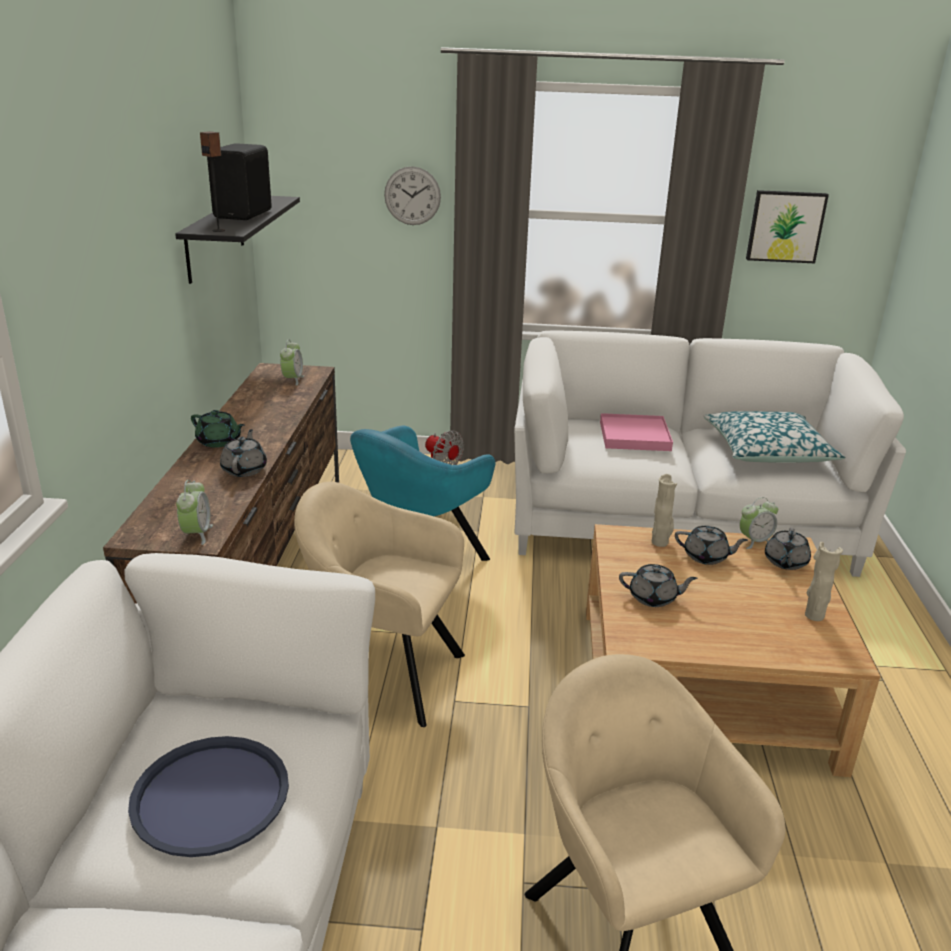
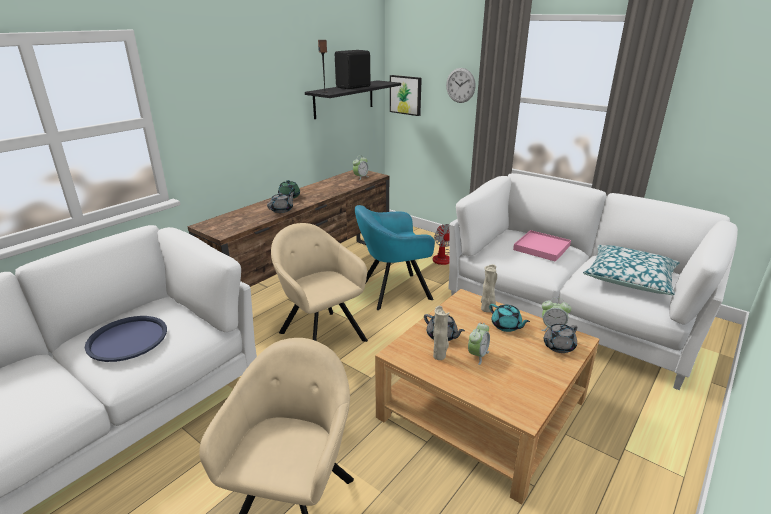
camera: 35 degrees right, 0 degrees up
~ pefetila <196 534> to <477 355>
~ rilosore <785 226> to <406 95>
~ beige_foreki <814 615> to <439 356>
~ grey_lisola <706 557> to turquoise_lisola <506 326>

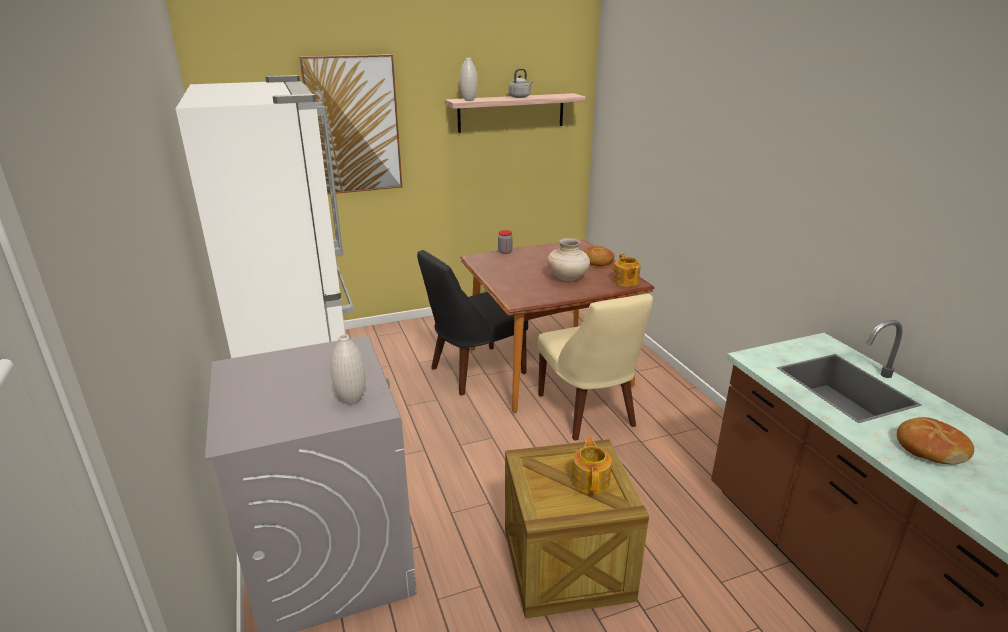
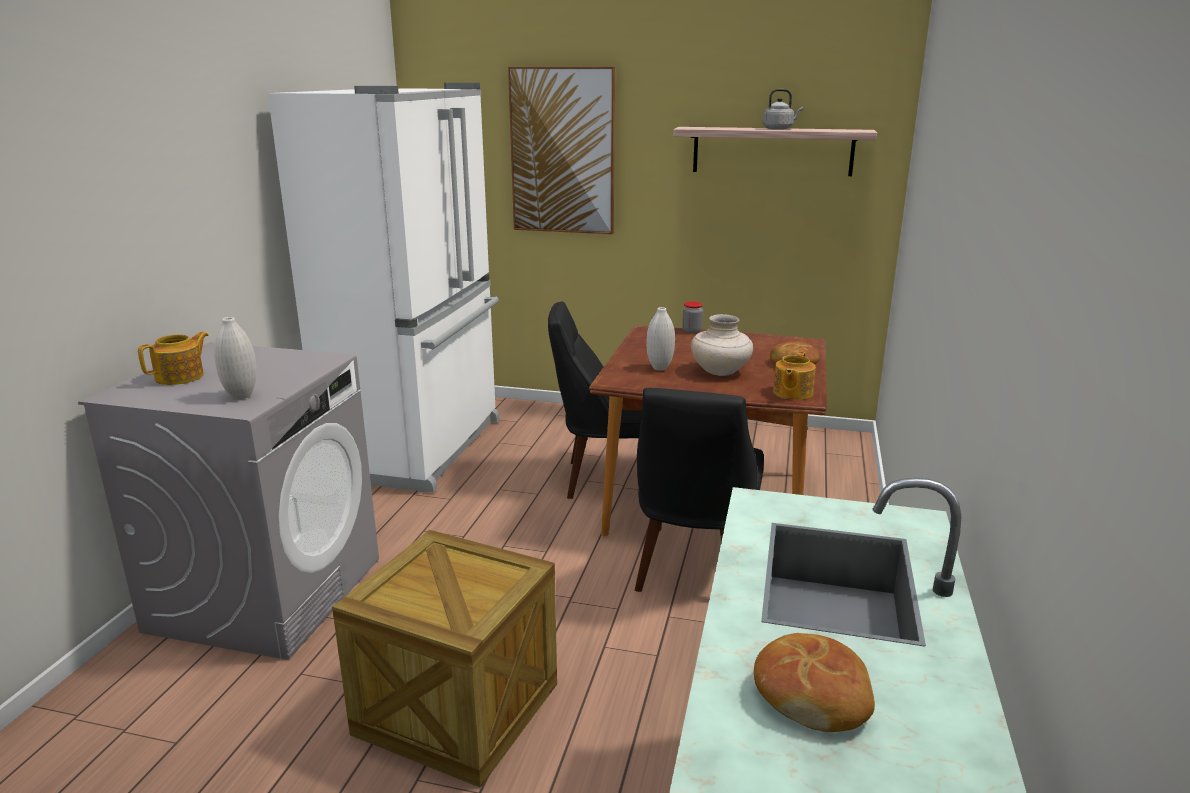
camera: 35 degrees right, 5 degrees down
~ white_foreki <469 100> to <659 368>
~ lisola <591 480> to <181 377>
~ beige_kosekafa <588 412> to black_kosekafa <693 568>

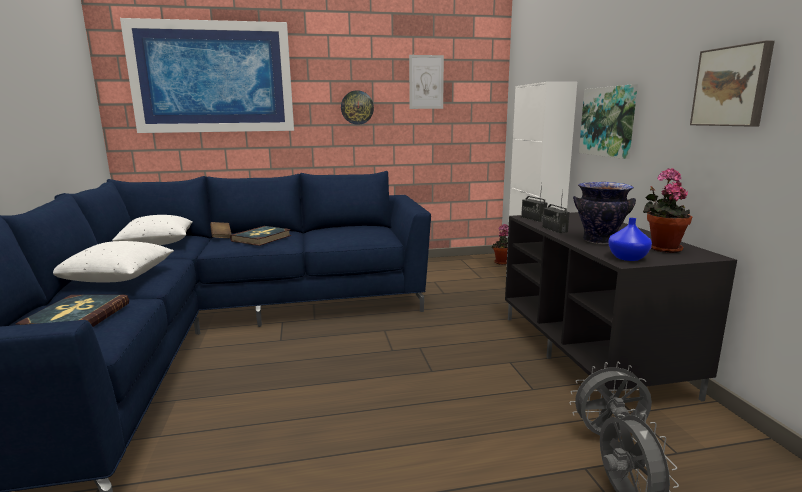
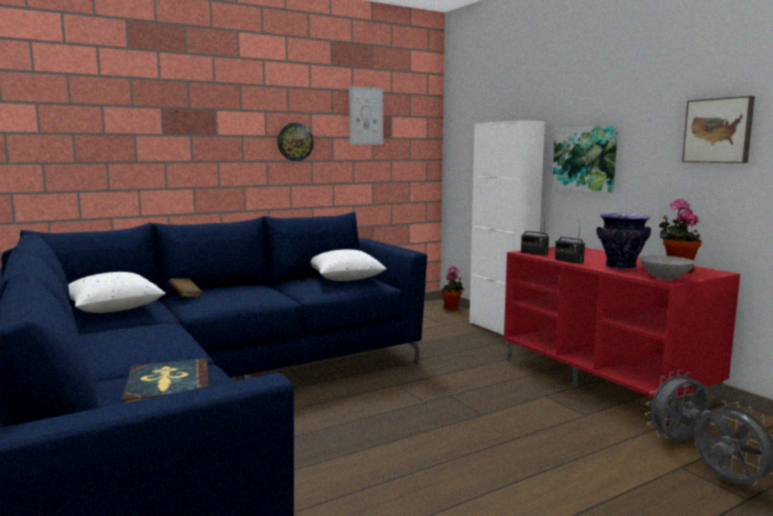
camera: 20 degrees left, 5 degrees down
- rilosore <213 78>
- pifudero <262 238>
~ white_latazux <118 278> to <345 279>
~ blue_foreki <626 258> to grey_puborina <664 278>
~ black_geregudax <592 353> to red_geregudax <606 379>

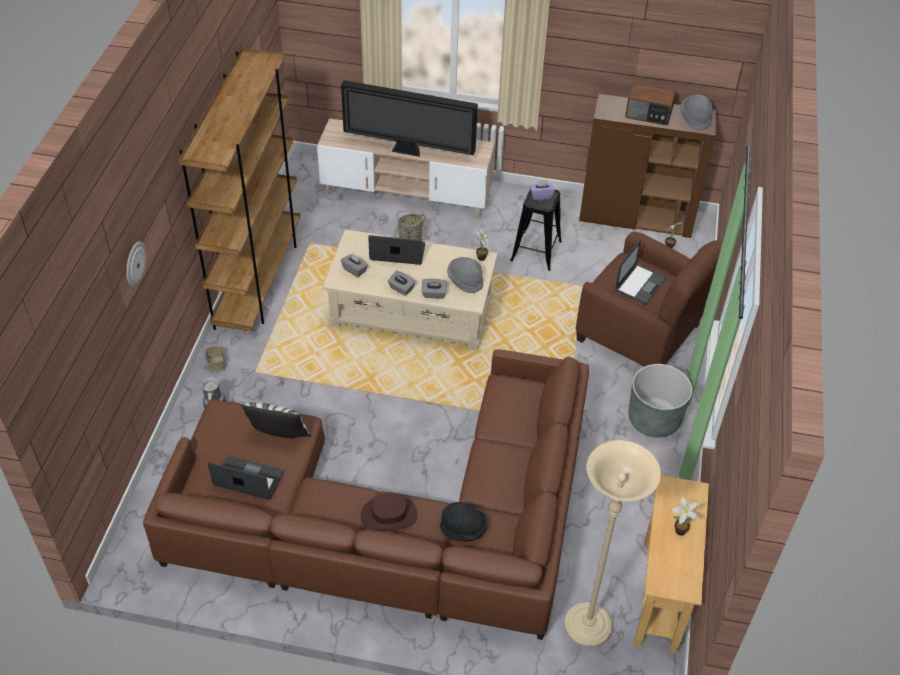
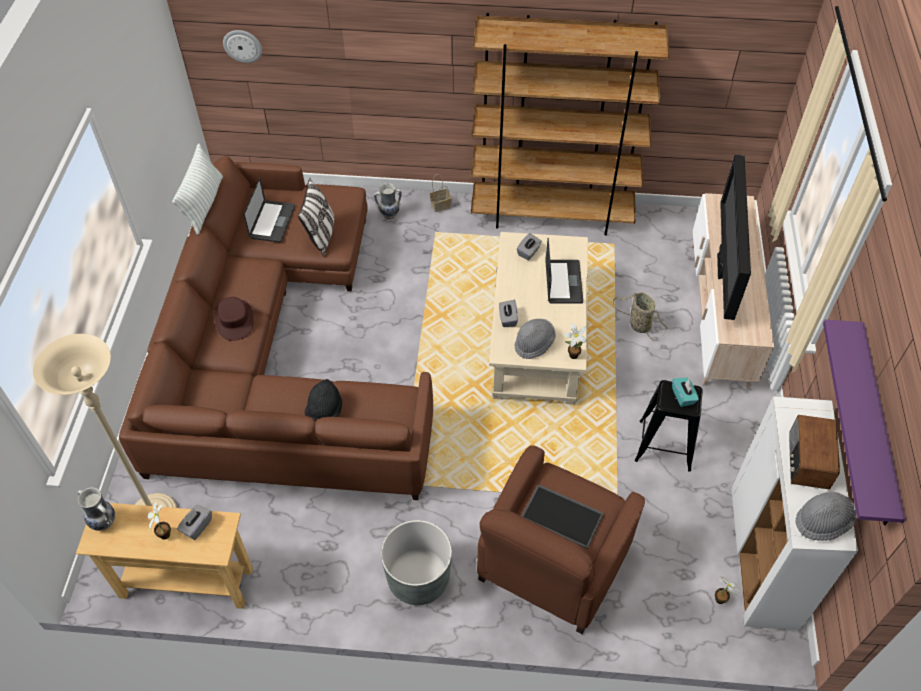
camera: 85 degrees right, 5 degrees up
+ foreki <104 521>
+ latazux <204 204>
+ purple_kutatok <875 425>
~ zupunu <134 263> to <242 45>
~ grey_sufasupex <401 289> to <197 526>
~ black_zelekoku <463 529> to <325 411>
~ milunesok <640 284> to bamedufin <563 516>
~ purple_sufasupex <541 195> to turquoise_sufasupex <683 396>
~ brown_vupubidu <636 218> to white_vupubidu <764 558>

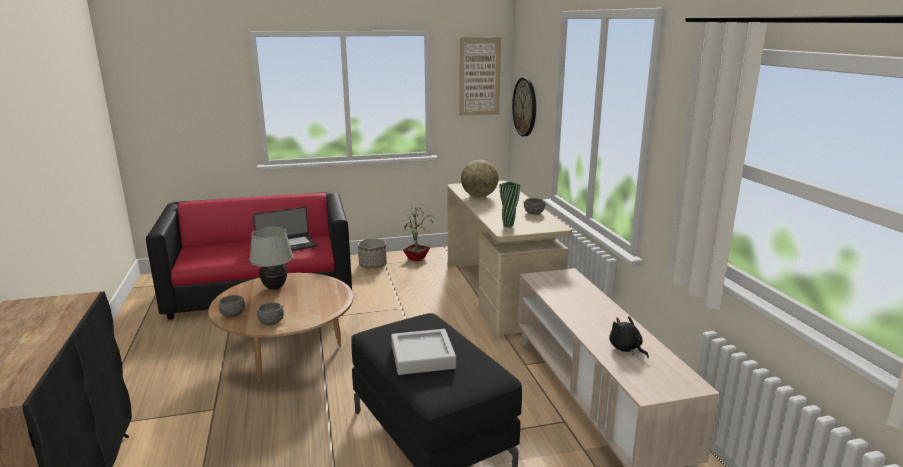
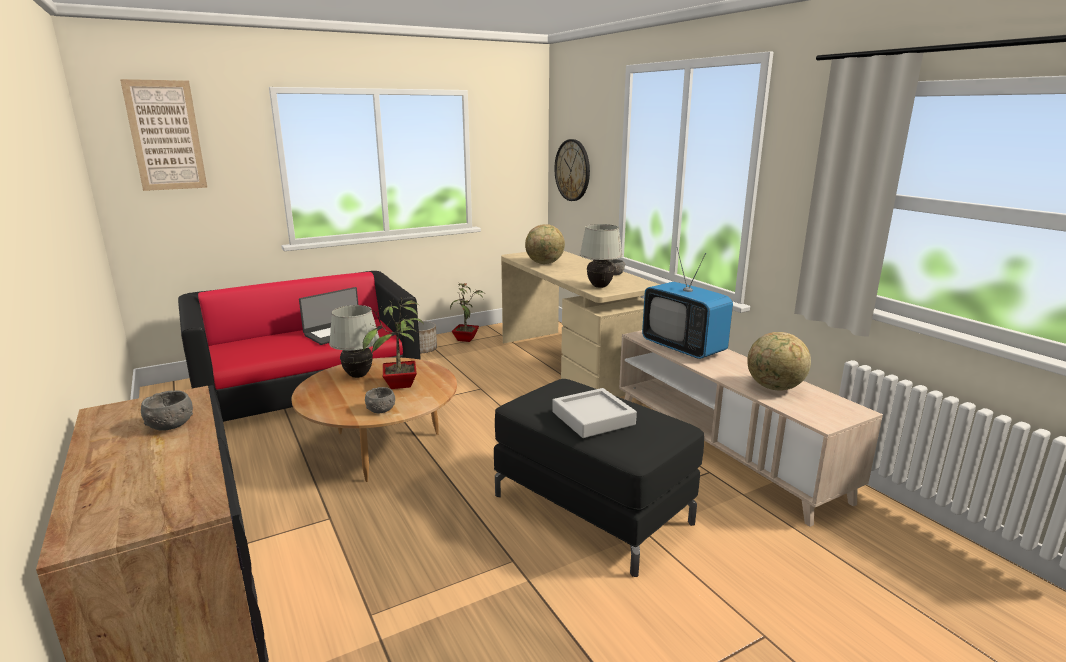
camera: 15 degrees left, 0 degrees up
+ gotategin <400 385>
+ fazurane <683 348>
~ grey_puborina <232 314> to <170 424>
~ rilosore <479 76> to <165 136>
~ green_foreki <508 225> to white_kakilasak <599 286>
~ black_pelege <626 349> to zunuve <774 388>

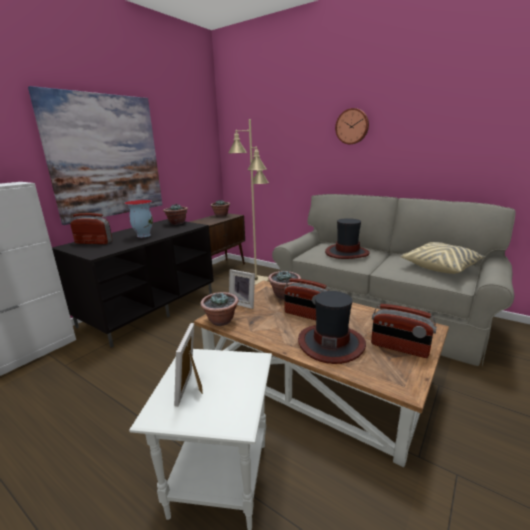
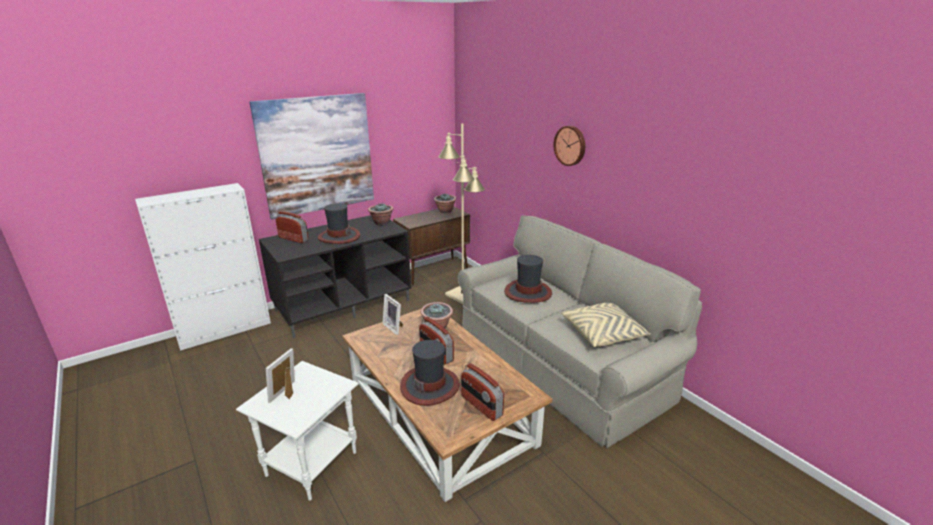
camera: 20 degrees right, 5 degrees up
- gotategin <221 321>
~ foreki <143 235> to zelekoku <339 236>

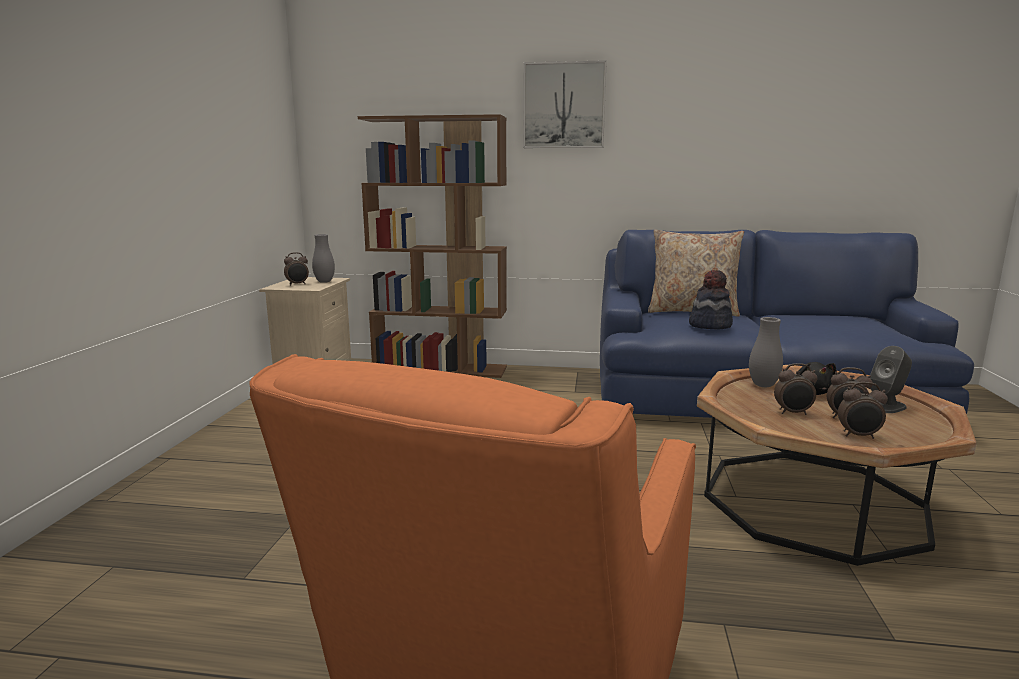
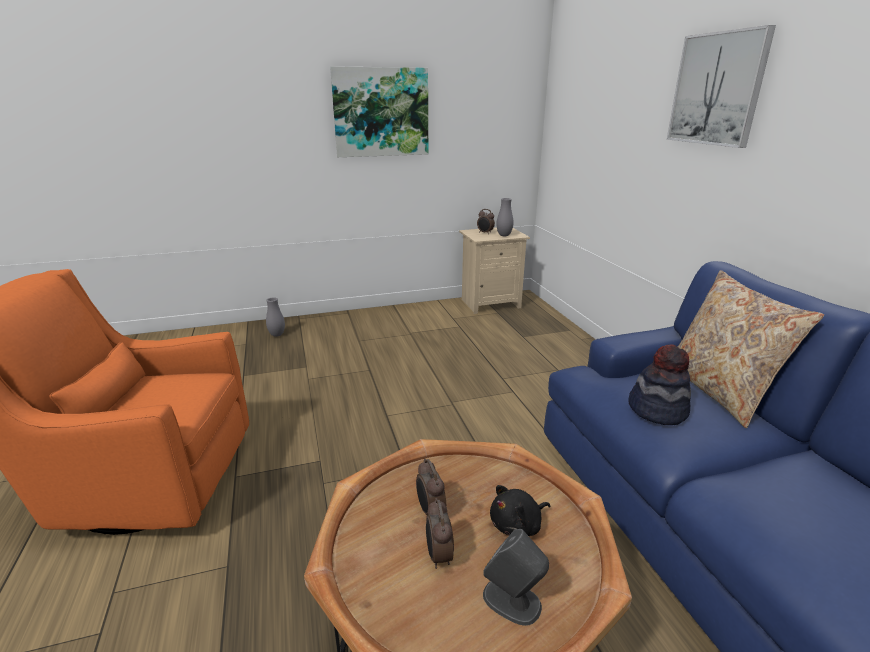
camera: 65 degrees right, 10 degrees up
- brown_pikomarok <441 369>
- pefetila <858 436>
+ rilosore <381 112>
~ grey_foreki <763 385> to <277 335>

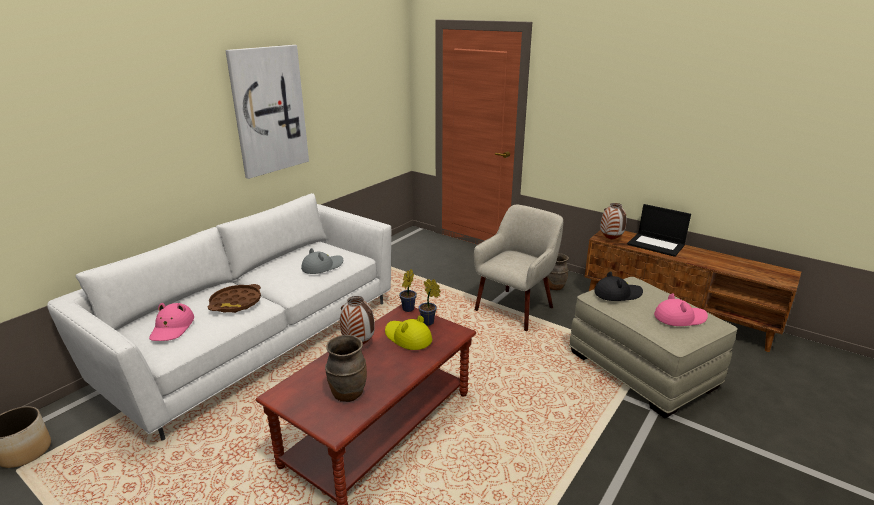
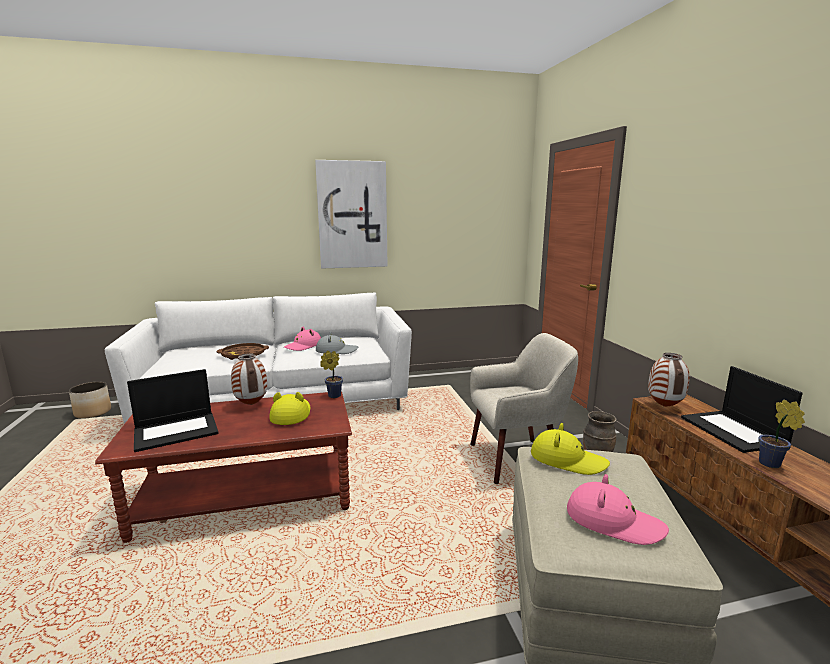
camera: 40 degrees right, 10 degrees down
~ pink_zelekoku <172 328> to <303 346>
~ gotategin <429 323> to <772 465>
~ brown_foreki <348 393> to milunesok <177 431>
~ black_zelekoku <617 294> to yellow_zelekoku <567 460>

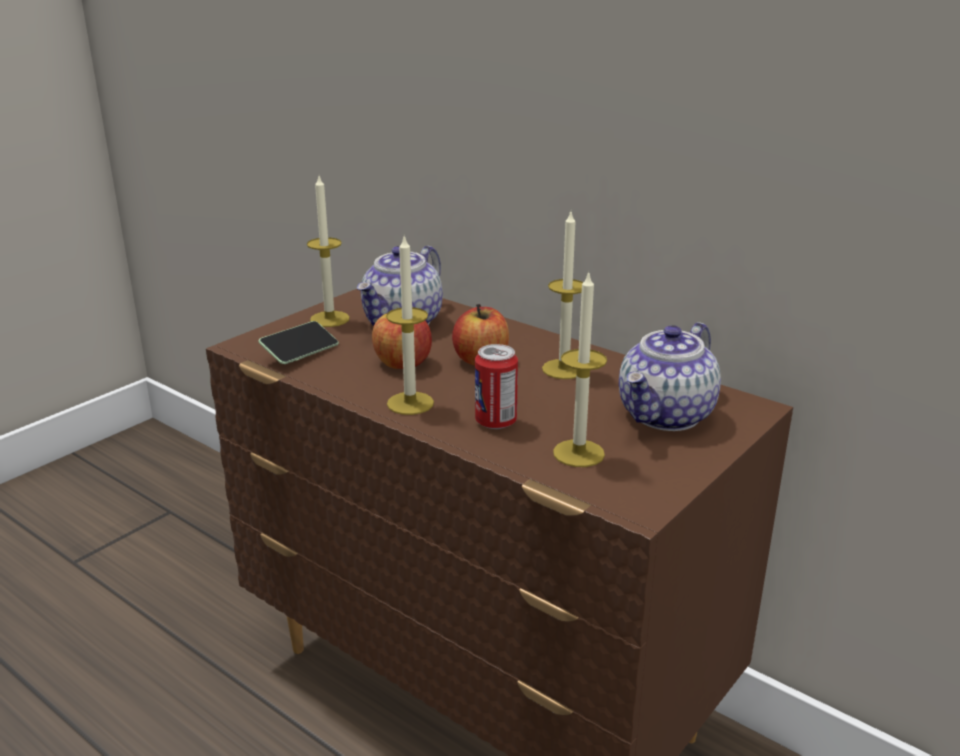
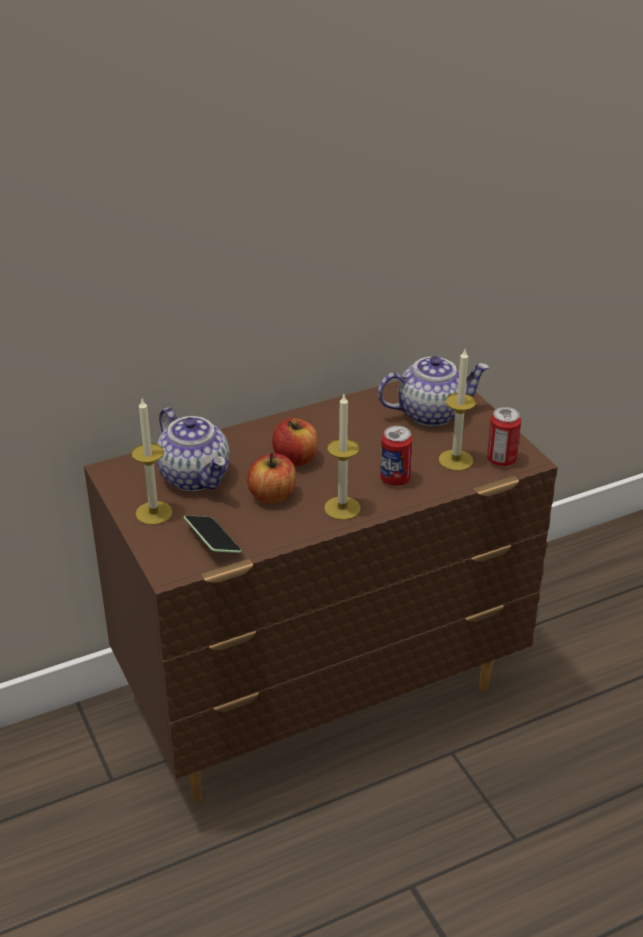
camera: 65 degrees left, 10 degrees up
- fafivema <563 369>
+ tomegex <501 460>
~ lisola <666 416> = <431 413> 75 degrees counterclockwise

